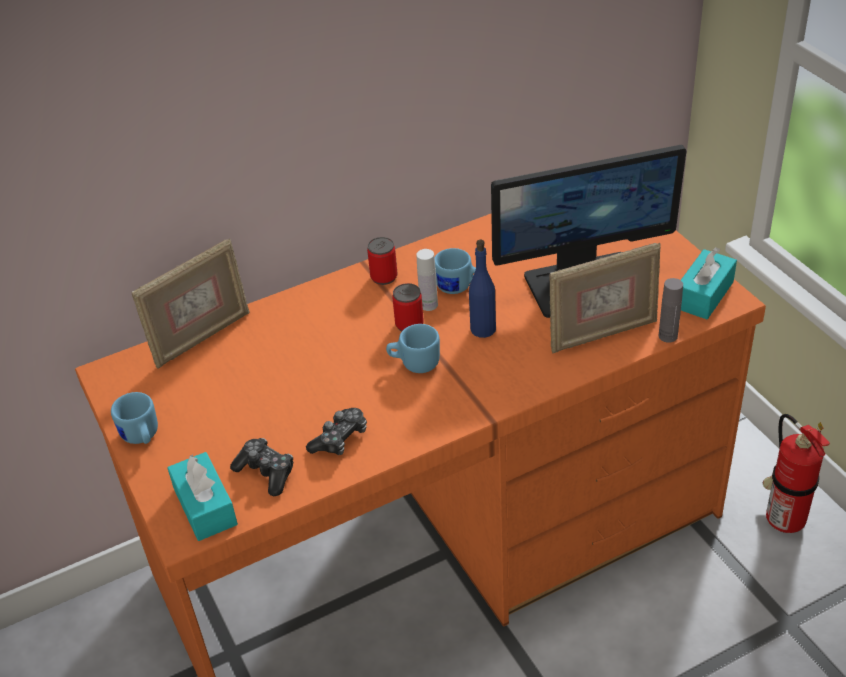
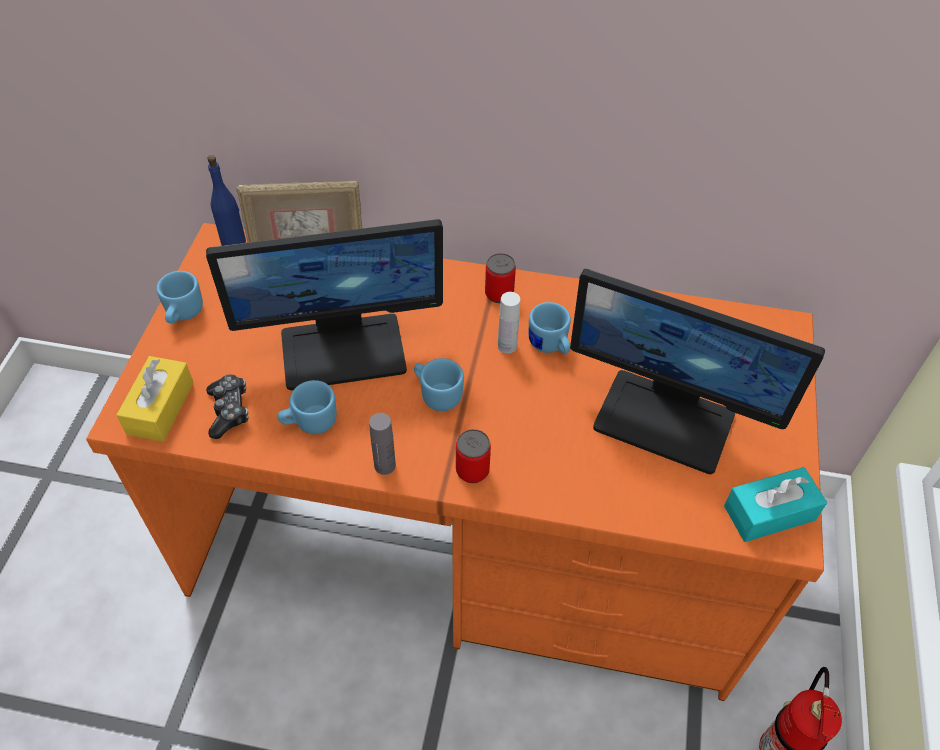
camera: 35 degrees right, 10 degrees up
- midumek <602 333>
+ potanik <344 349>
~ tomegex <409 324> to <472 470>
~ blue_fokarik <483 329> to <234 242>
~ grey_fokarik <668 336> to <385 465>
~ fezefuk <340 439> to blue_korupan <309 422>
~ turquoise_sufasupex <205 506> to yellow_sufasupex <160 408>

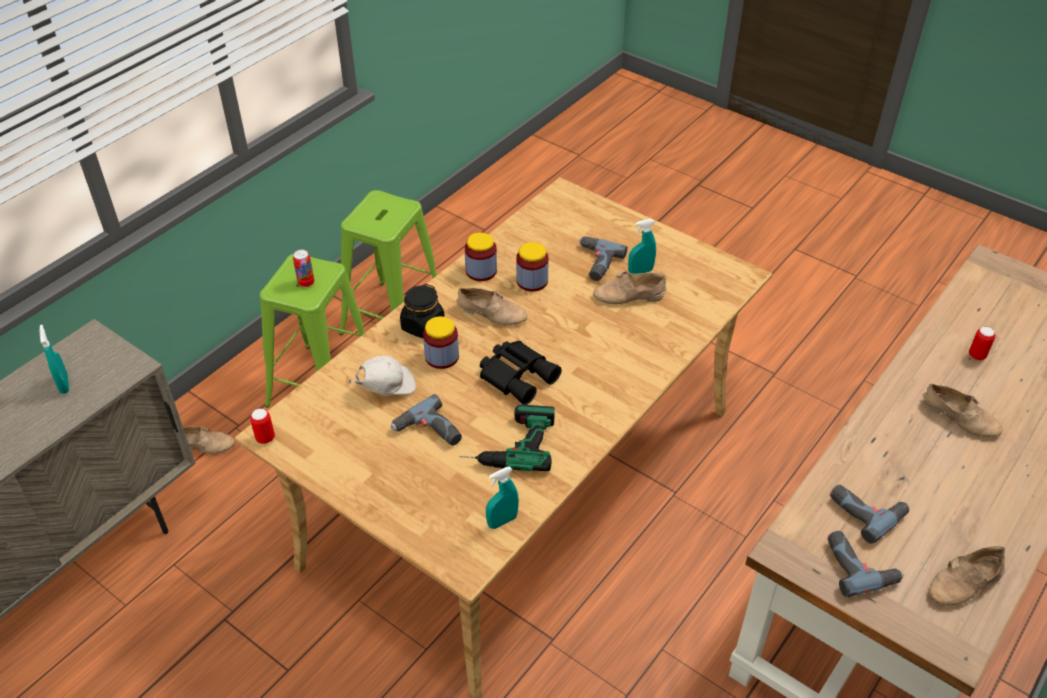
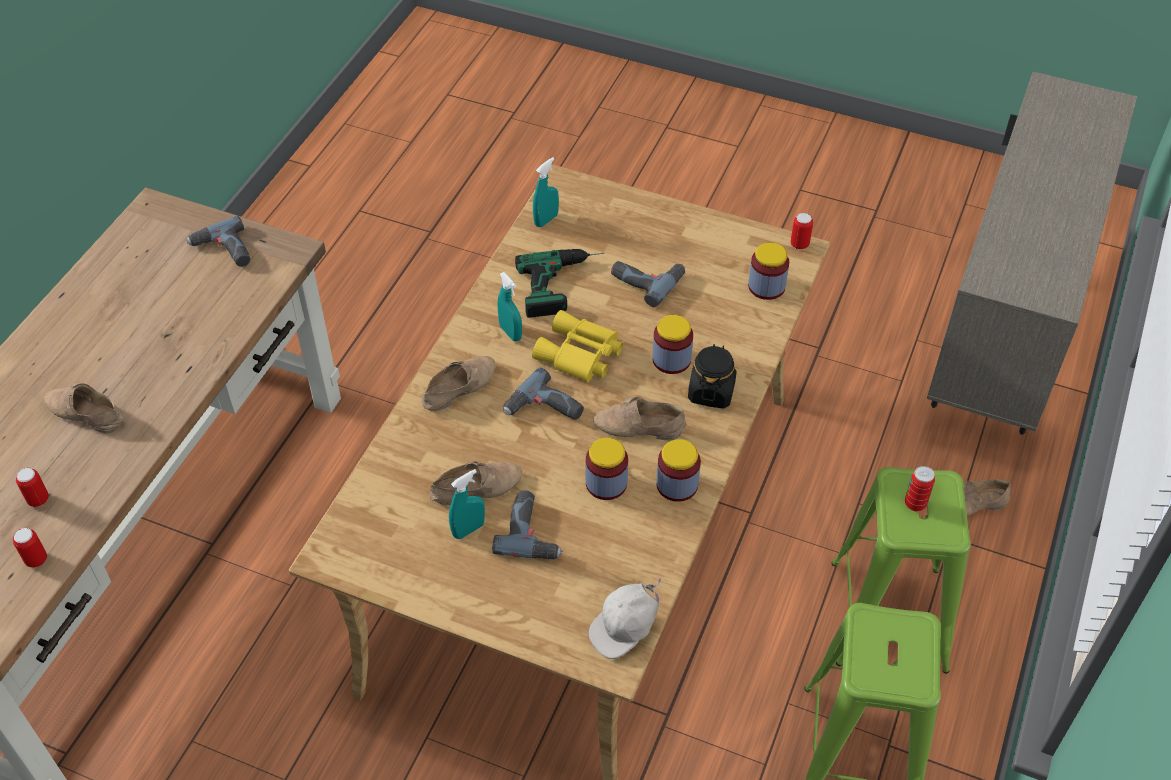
camera: 165 degrees right, 5 degrees up
+ tomegex <36 560>
+ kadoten <766 286>
~ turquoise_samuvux <64 384> to <510 333>
~ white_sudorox <386 387> to <626 629>
~ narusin <866 510> to <544 410>
~ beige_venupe <966 584> to <458 386>
~ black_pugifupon <518 375> to yellow_pugifupon <579 356>

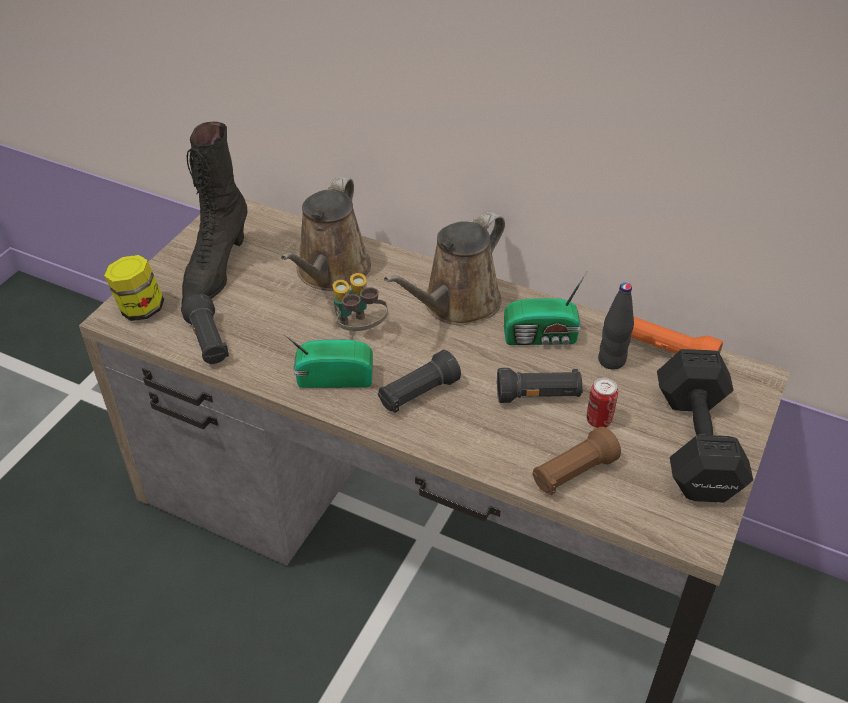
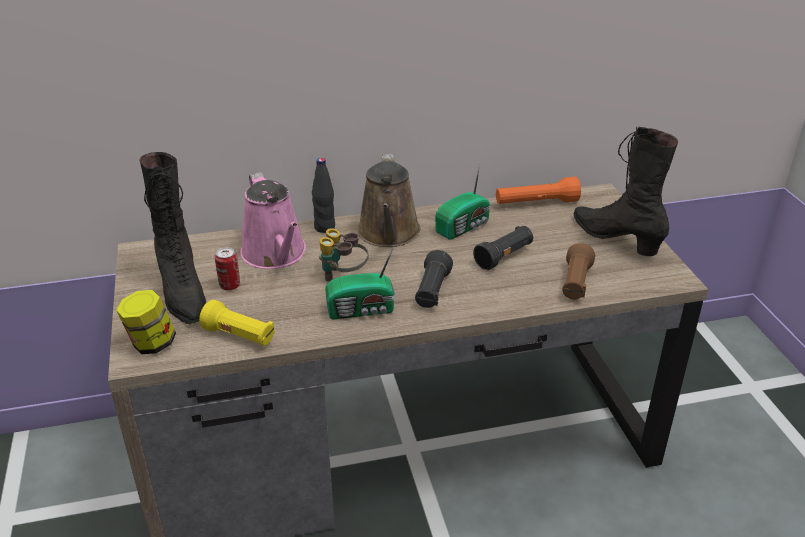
camera: 40 degrees left, 10 degrees down
~ tomegex <598 420> to <230 286>
~ black_fokarik <611 361> to <324 227>
~ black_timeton <695 446> to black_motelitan <616 239>
~ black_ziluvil <208 342> to yellow_ziluvil <240 336>
~ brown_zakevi <330 272> to pink_zakevi <276 254>
~ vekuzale <332 376> = <362 310> 150 degrees counterclockwise

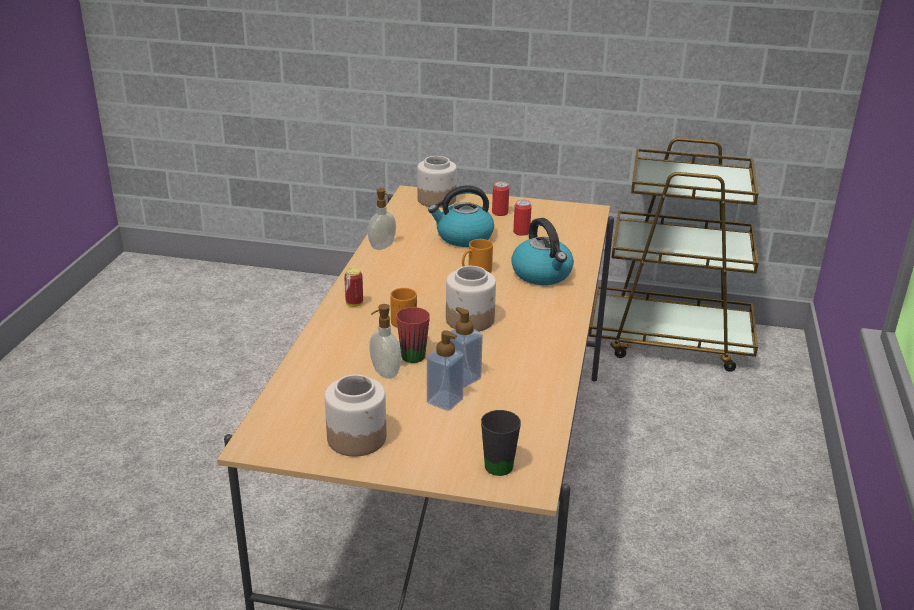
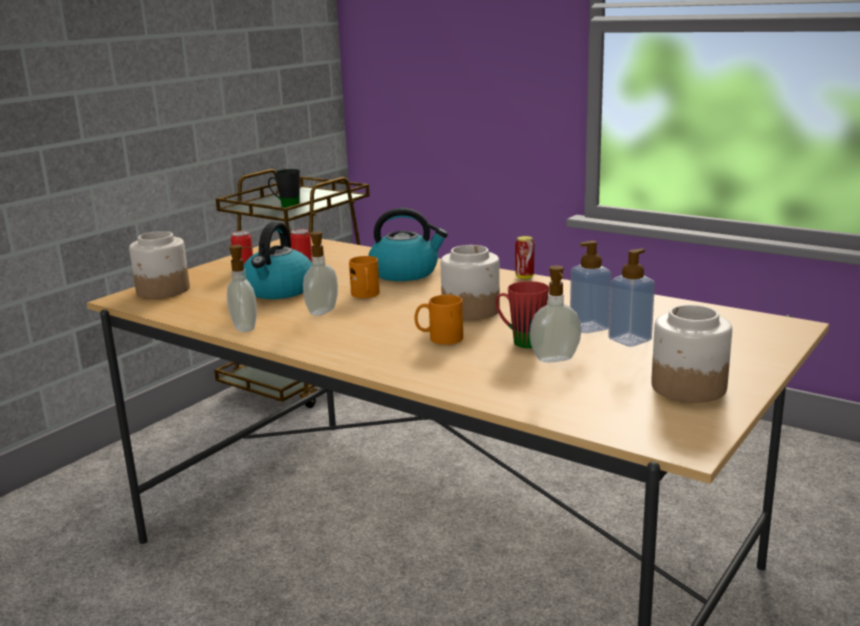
camera: 65 degrees left, 10 degrees down
+ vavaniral <321 311>
~ tomegex <354 304> to <524 277>
~ black_korupan <497 461> to <286 206>

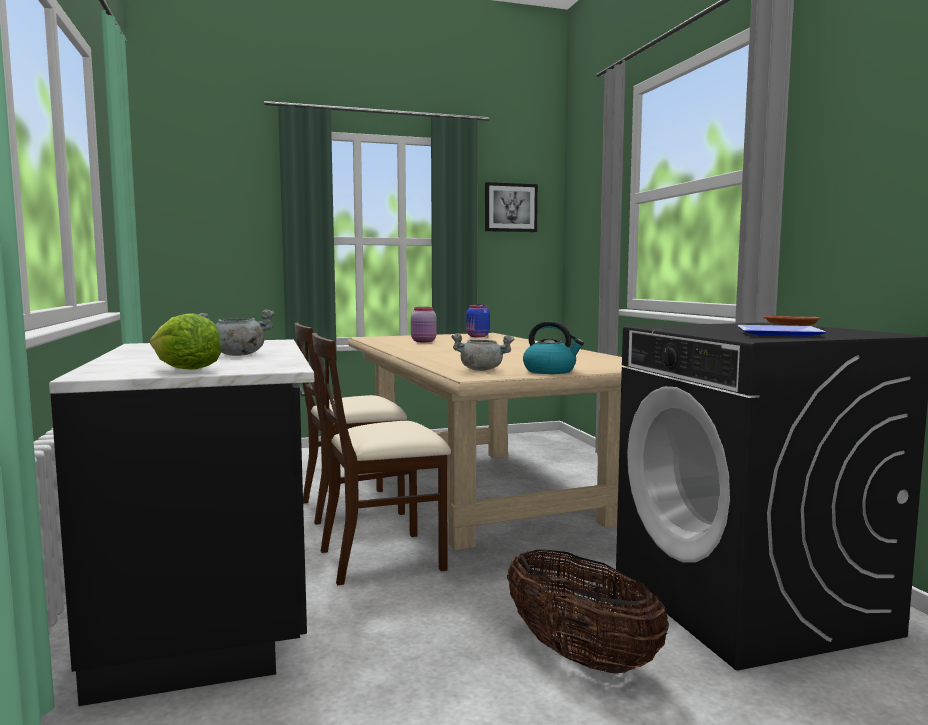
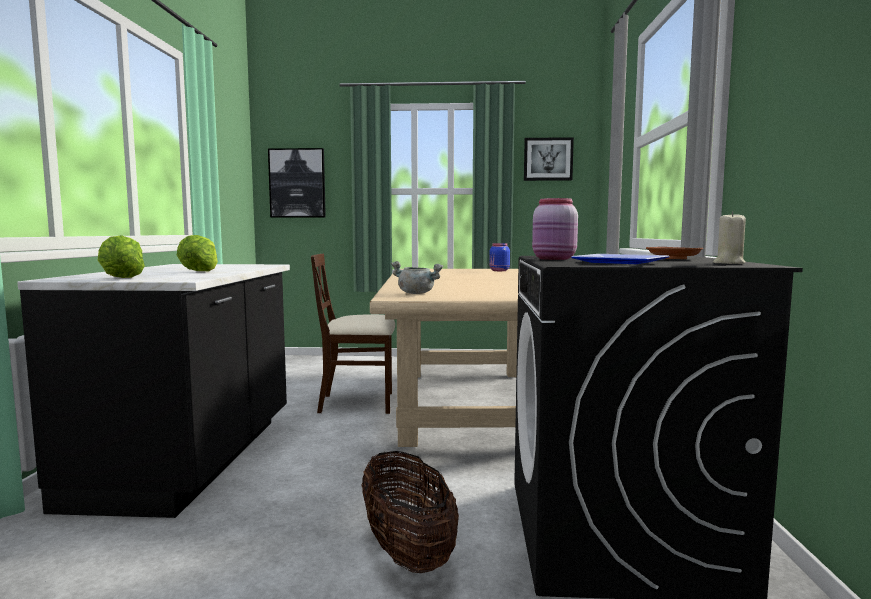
camera: 20 degrees right, 0 degrees up
- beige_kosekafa <383 558>
- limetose <550 371>
+ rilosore <297 183>
+ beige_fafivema <728 263>
~ pink_kadoten <424 341> to <554 259>
~ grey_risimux <237 355> to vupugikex <199 271>

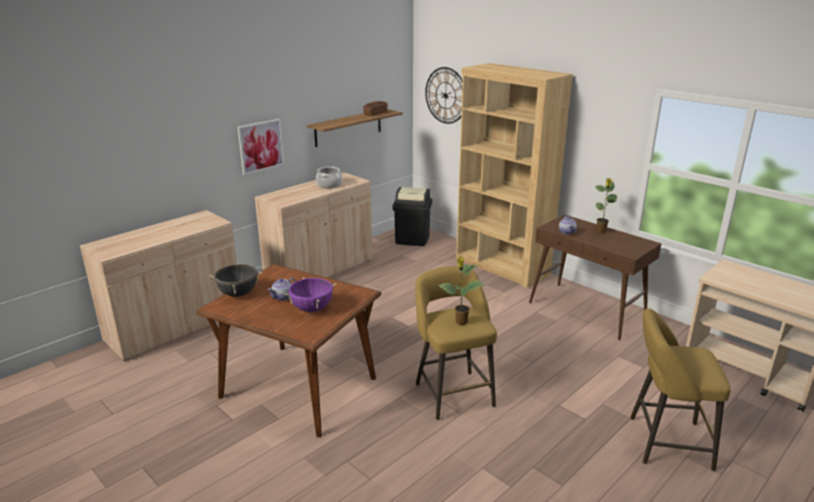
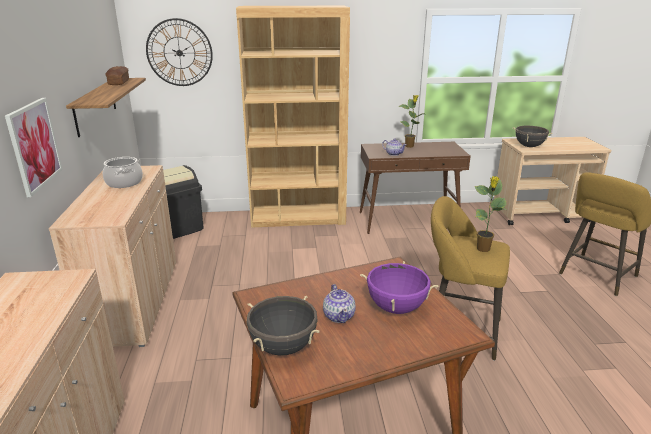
camera: 50 degrees left, 0 degrees up
+ black_risimux <529 146>

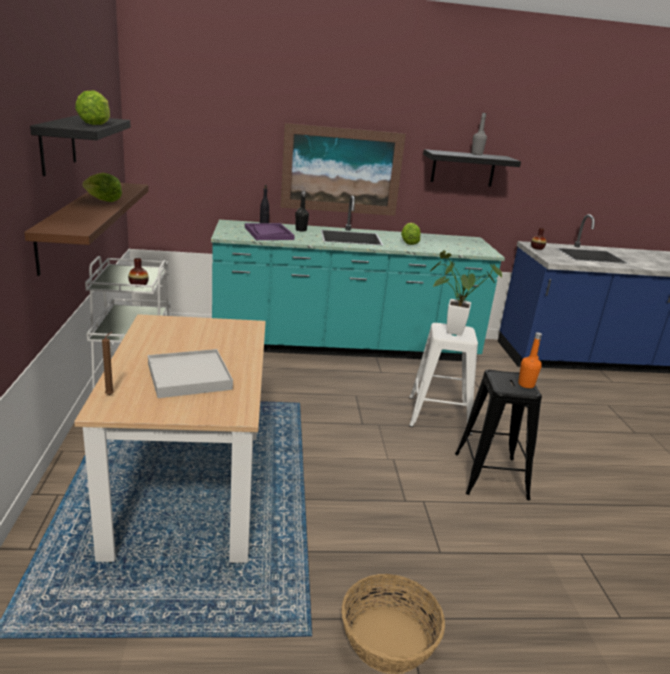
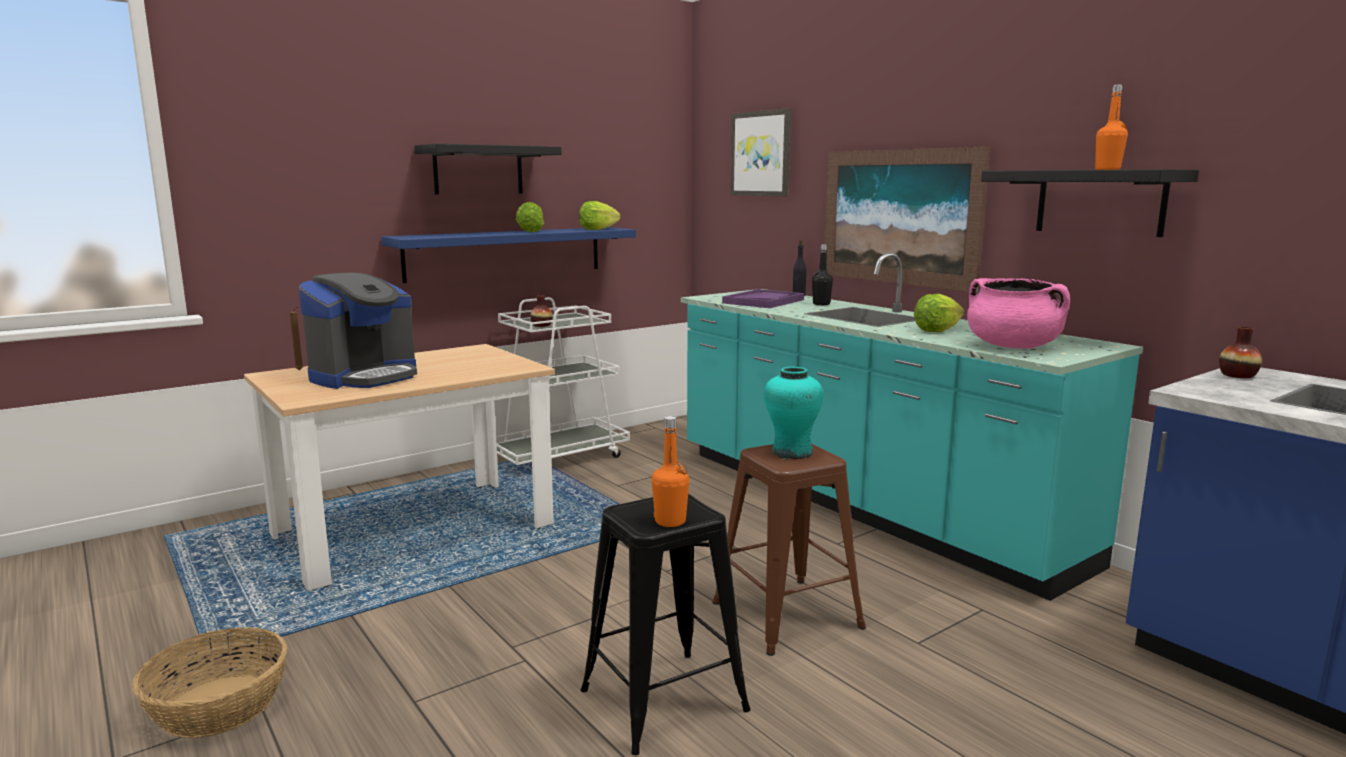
camera: 60 degrees right, 10 degrees down
+ rilosore <761 153>
+ pink_risimux <1012 346>
~ vupugikex <96 124> to <597 229>
~ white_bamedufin <189 377> to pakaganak <365 377>
~ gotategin <449 331> to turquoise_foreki <792 452>
~ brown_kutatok <73 223> to blue_kutatok <505 253>
~ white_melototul <438 414> to brown_melototul <787 613>
~ grey_fokarik <476 154> to orange_fokarik <1107 169>

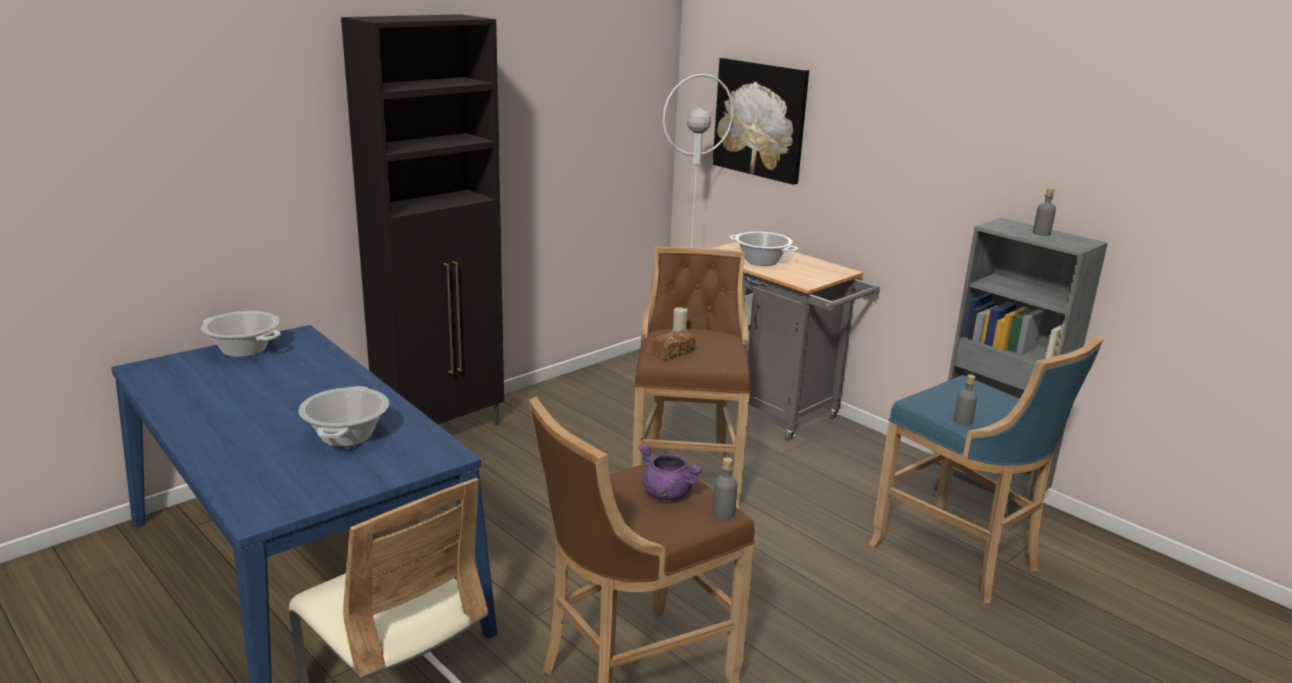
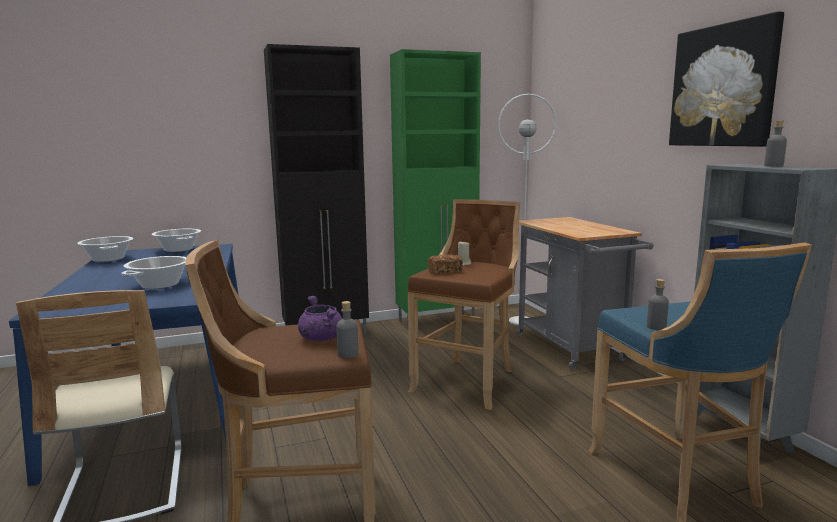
camera: 25 degrees right, 10 degrees down
+ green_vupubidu <438 320>
~ rilosore <761 119> to <723 86>
~ risimux <761 261> to <108 259>

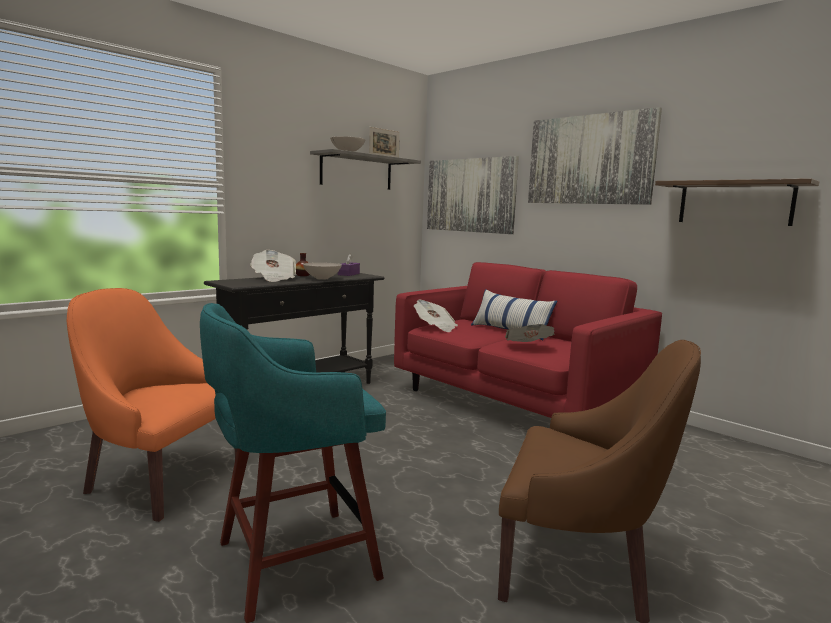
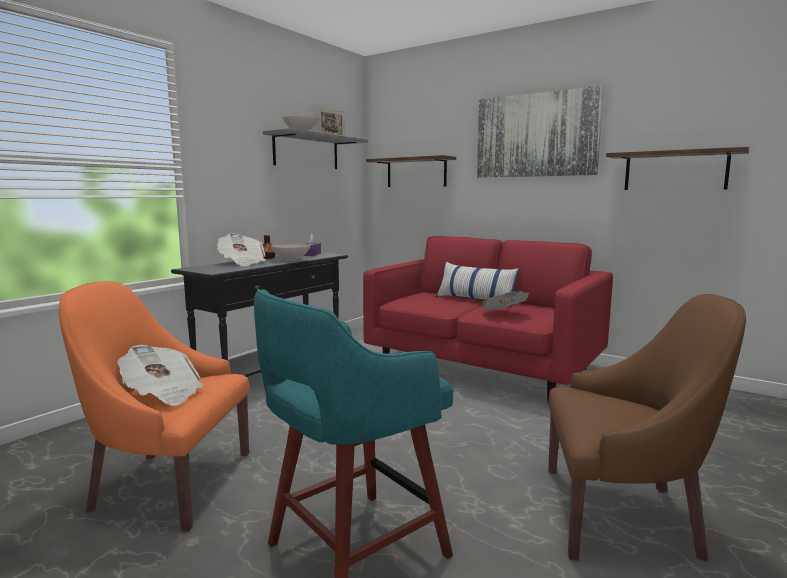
camera: 10 degrees left, 0 degrees up
~ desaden <435 328> to <163 393>
~ rilosore <470 195> to kutatok <416 172>

